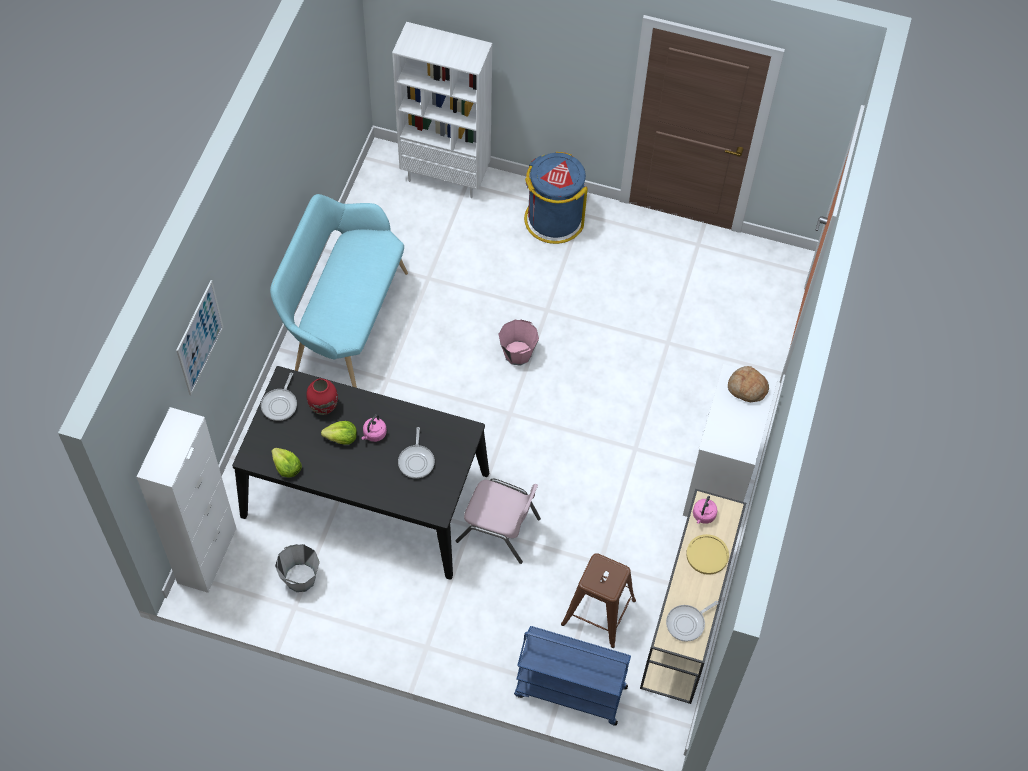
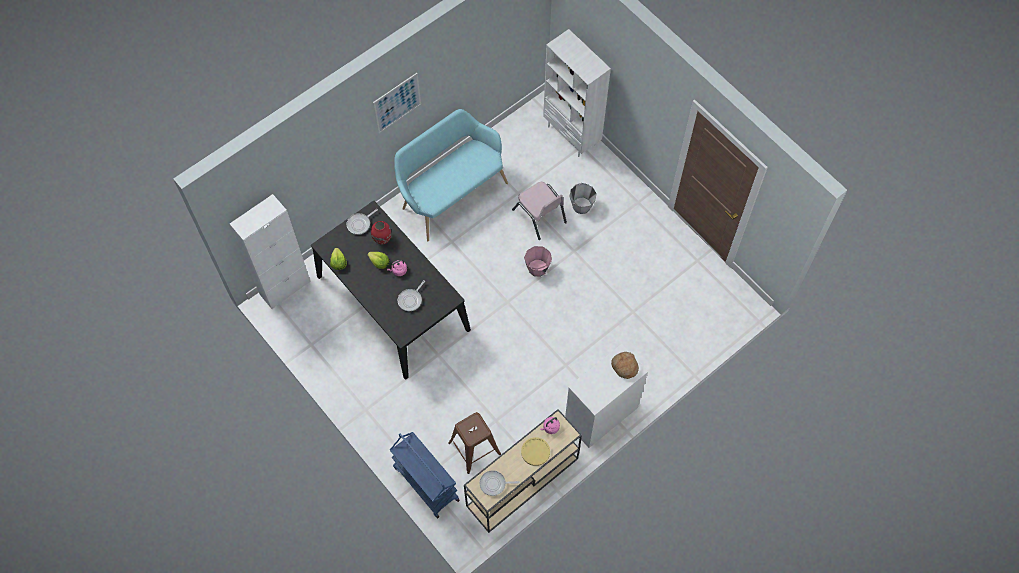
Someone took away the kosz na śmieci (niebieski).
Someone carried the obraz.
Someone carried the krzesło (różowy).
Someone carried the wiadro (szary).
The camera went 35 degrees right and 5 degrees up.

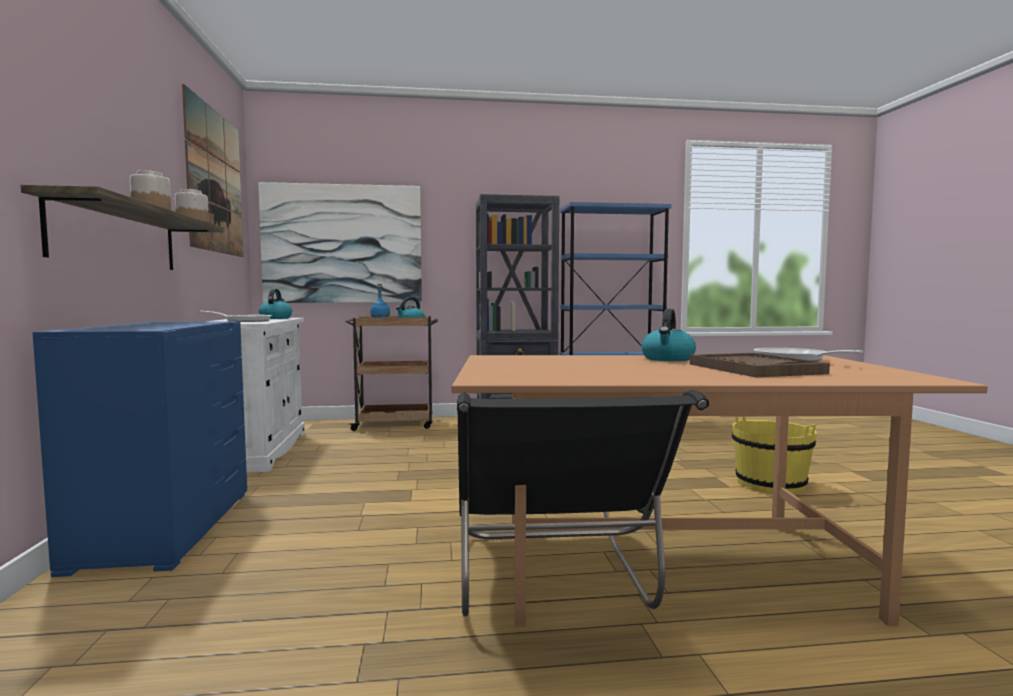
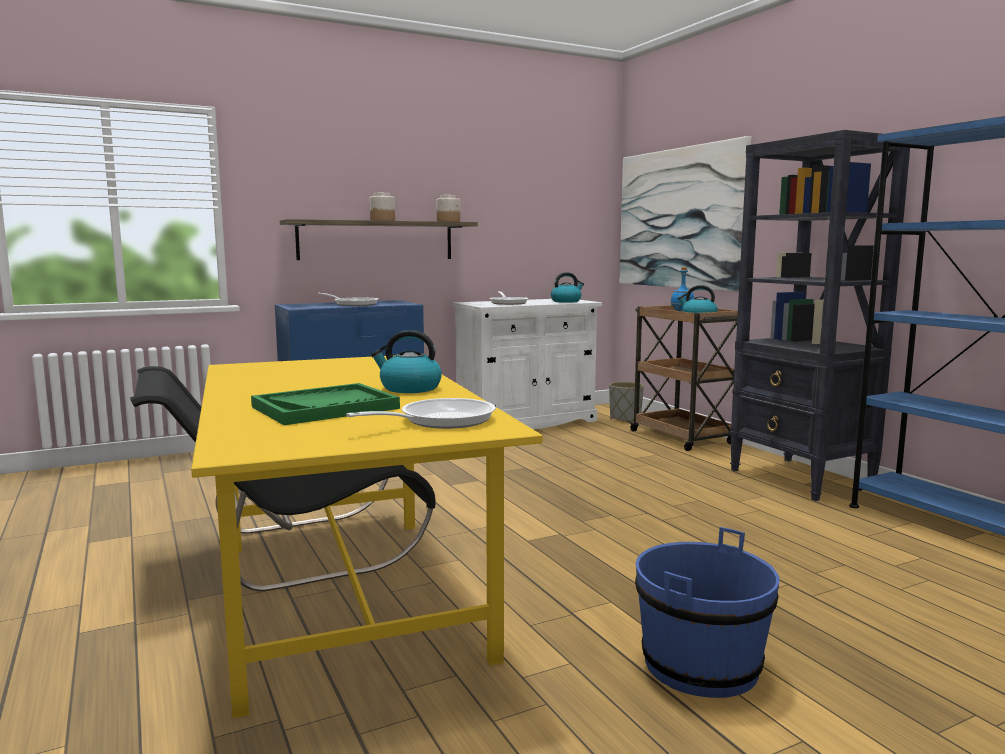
Someone took away the obraz (no. 1 from left).
Someone repainted the taca (brązowy), which became the taca (zielony).
Someone repainted the stół jadalny (brązowy), which became the stół jadalny (żółty).
Someone repainted the wiadro (żółty), which became the wiadro (niebieski).
Someone put down the patelnia (no. 1 from left).
Someone put down the donica (szary).
The camera went 70 degrees right and 5 degrees up.

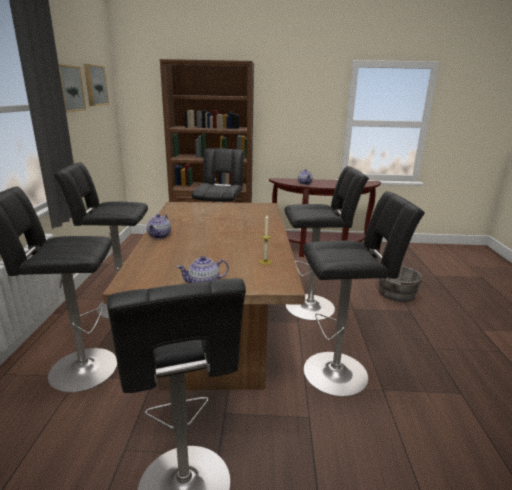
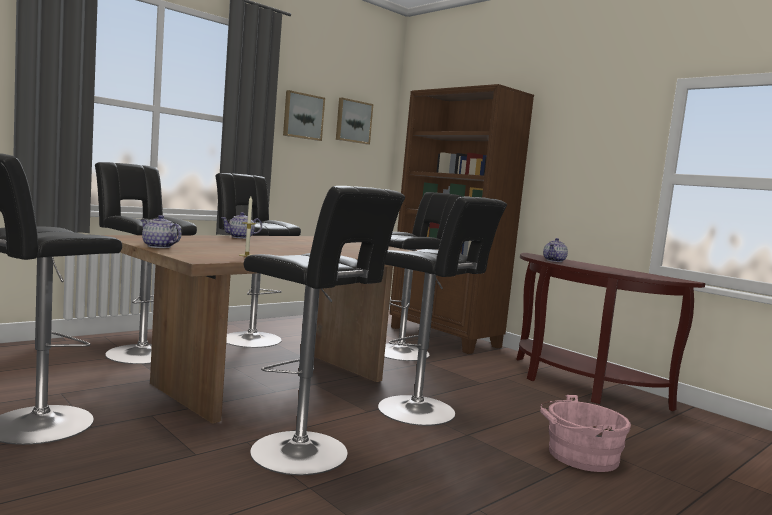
Someone repainted the wiadro (szary), which became the wiadro (różowy).
The camera went 45 degrees right and 15 degrees down.

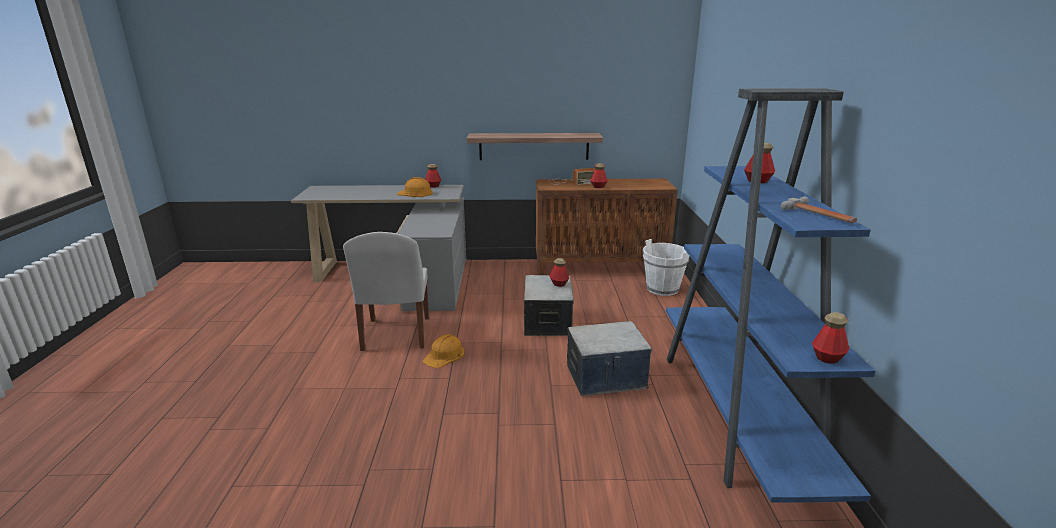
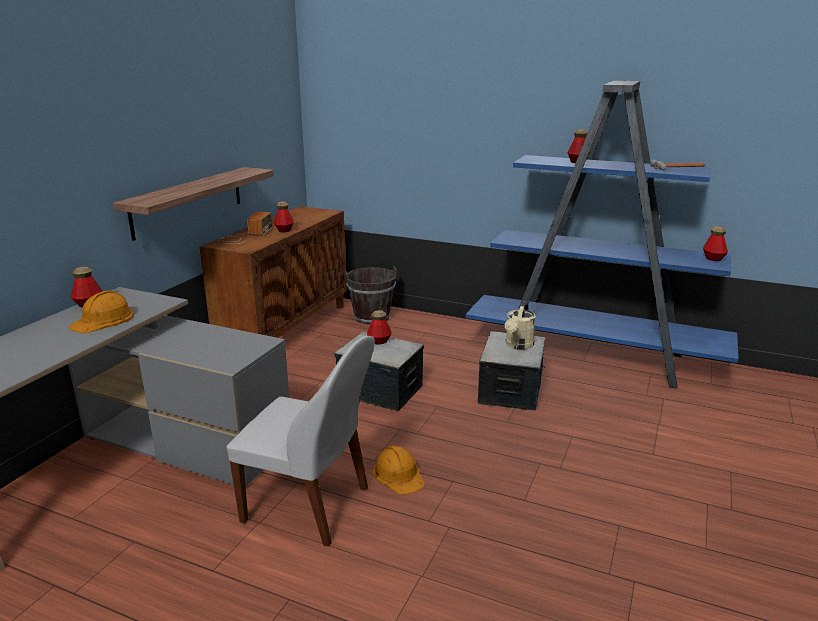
Someone repainted the wiadro (biały), which became the wiadro (brązowy).
Someone put down the konewka (beżowy).
The camera went 65 degrees left and 0 degrees up.

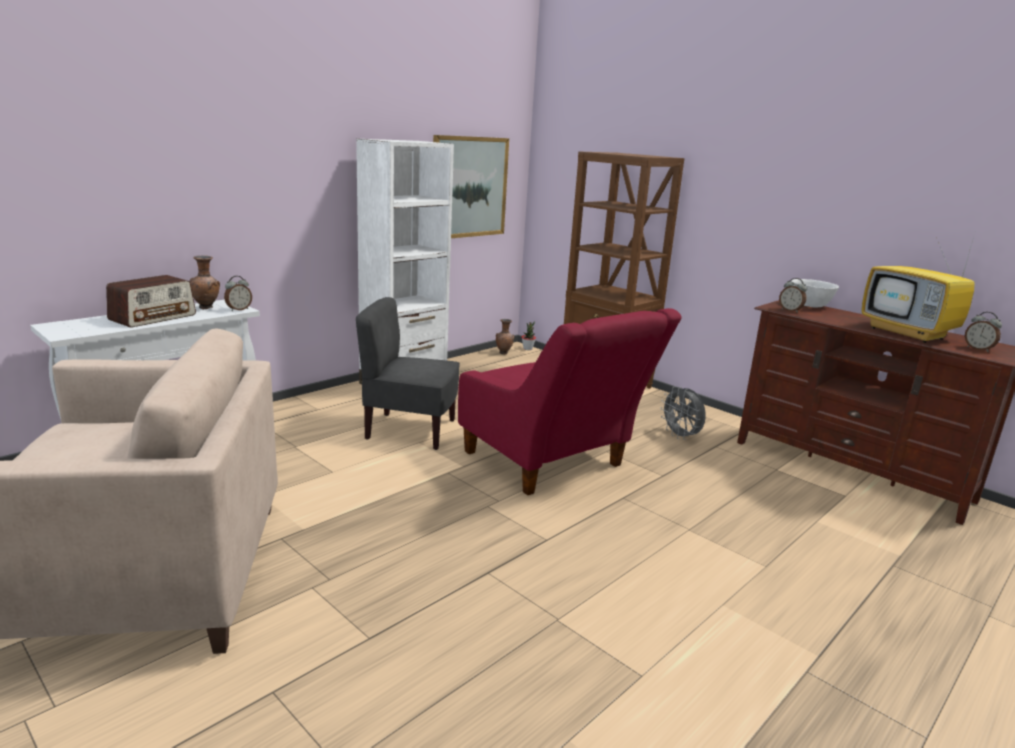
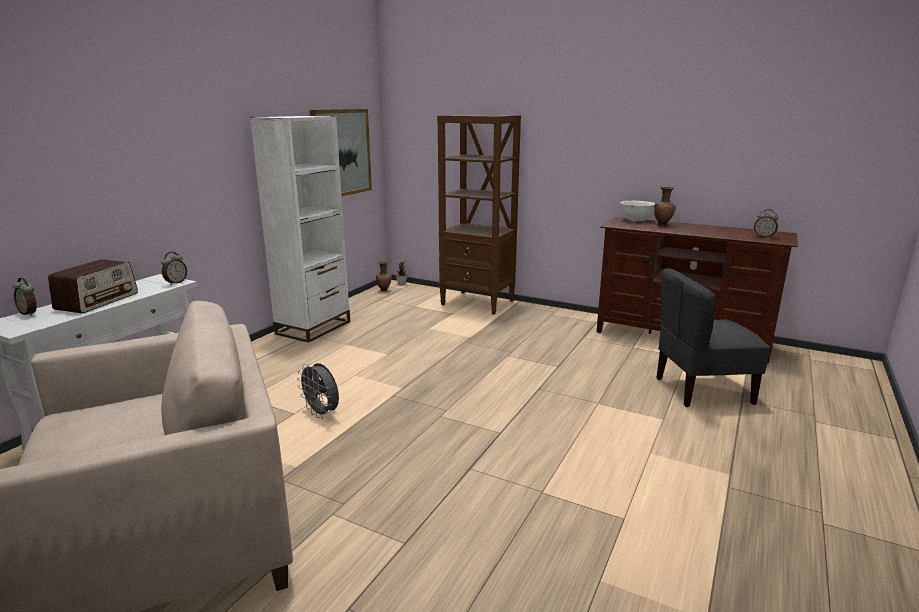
Someone took away the telewizor.
Someone carried the wazon (brązowy) (no. 1 from left in the first image).
Someone carried the budzik (no. 2 from left in the first image).
Someone carried the krzesło (szary).
Someone took away the fotel (czerwony).
Someone carried the wentylator (szary).
The camera went 15 degrees left and 0 degrees up.

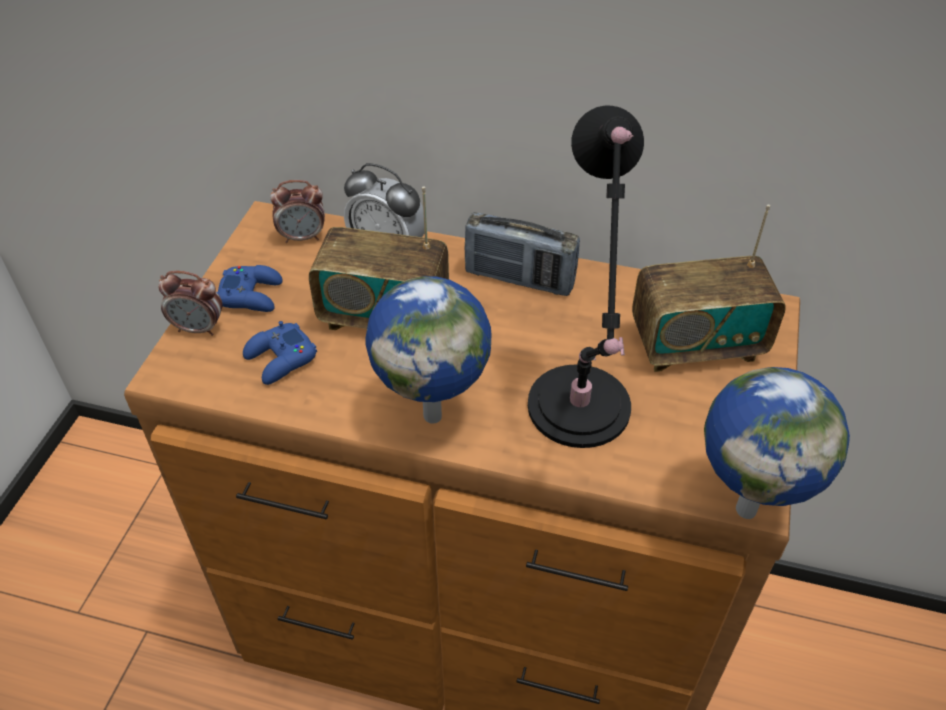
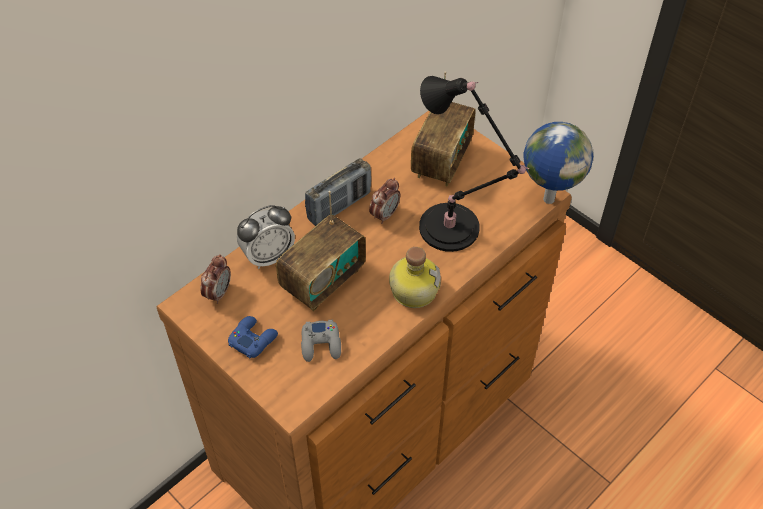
Someone carried the budzik (no. 1 from left in the first image).
Someone swapped the globus (no. 1 from left) for the butelka.
Someone repainted the pad do gier (niebieski) (no. 2 from left), which became the pad do gier (szary).
The camera went 60 degrees left and 5 degrees up.

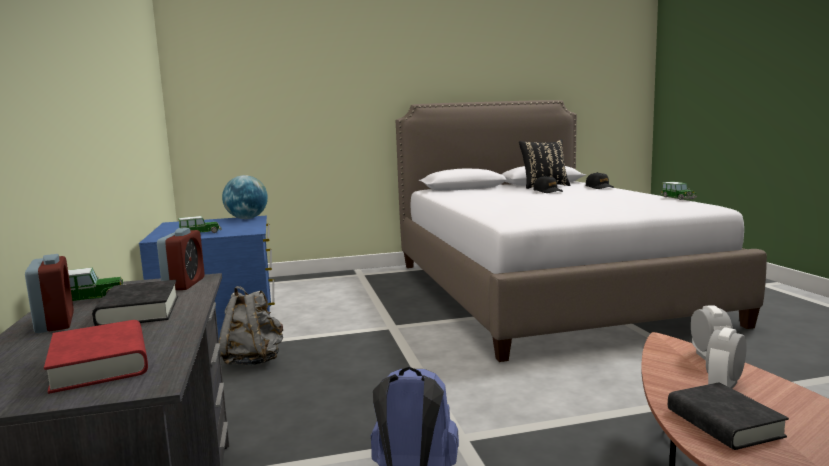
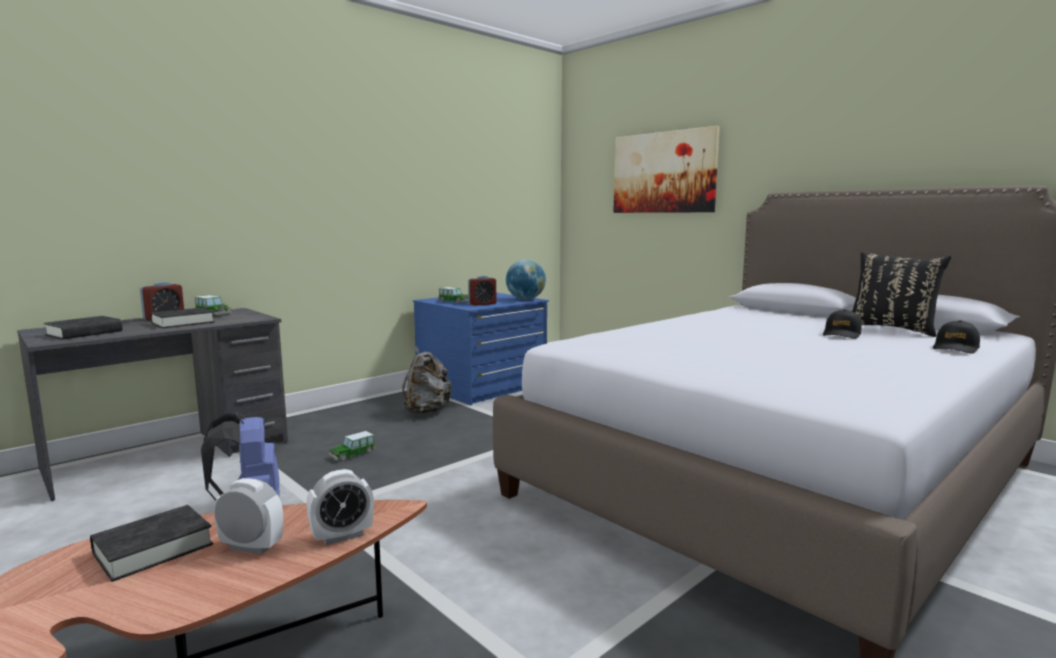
Someone carried the samochodzik (no. 3 from left in the first image).
Someone carried the budzik (no. 2 from left in the first image).
Someone repainted the książka (czerwony), which became the książka (czarny) (no. 1 from left).
Someone put up the obraz.
The camera went 60 degrees right and 0 degrees up.

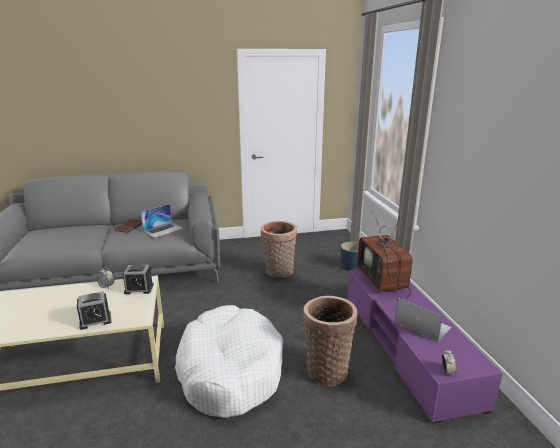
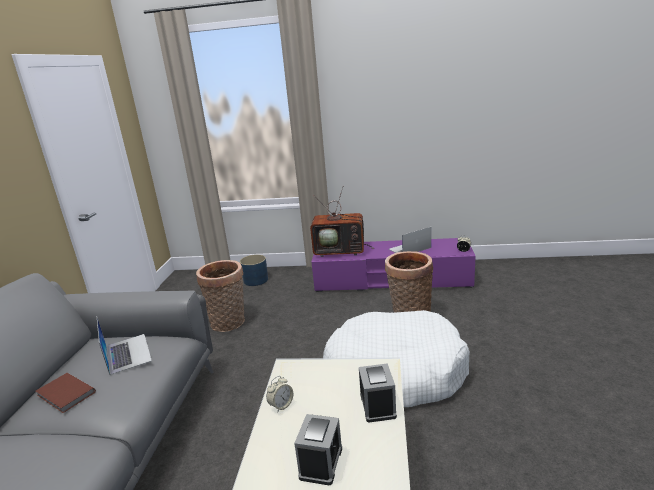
Someone carried the budzik (no. 3 from left in the first image).
The camera went 70 degrees left and 0 degrees up.

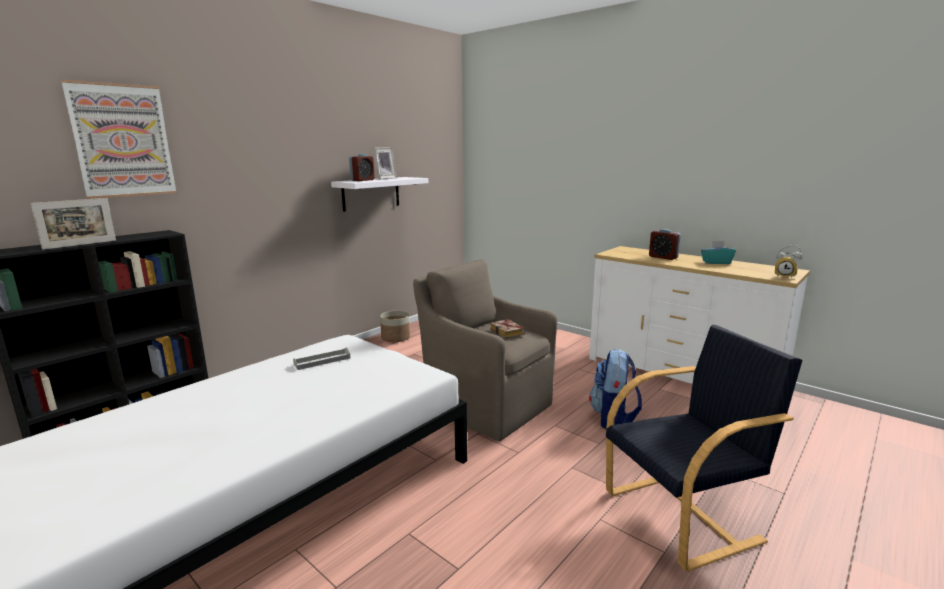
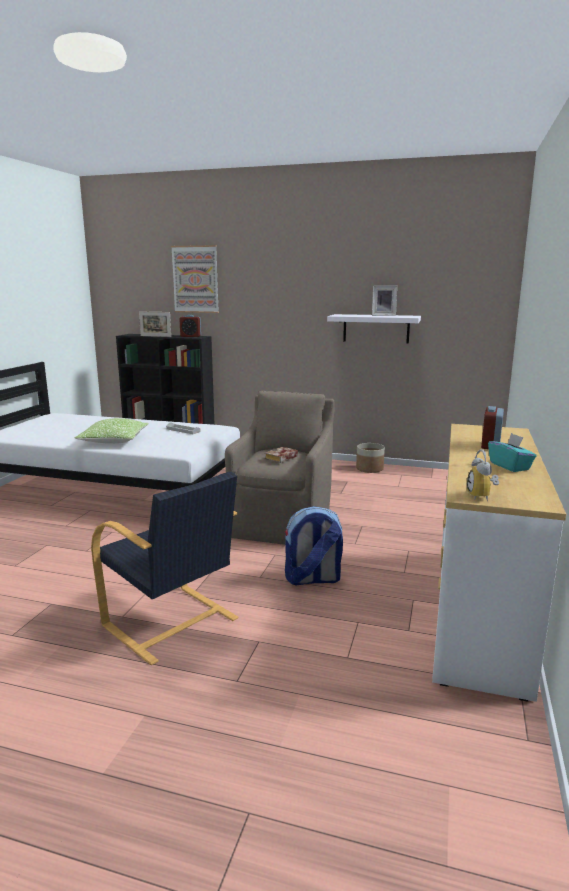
Someone carried the budzik (no. 1 from left).
Someone put down the poduszka.
The camera went 65 degrees right and 0 degrees up.

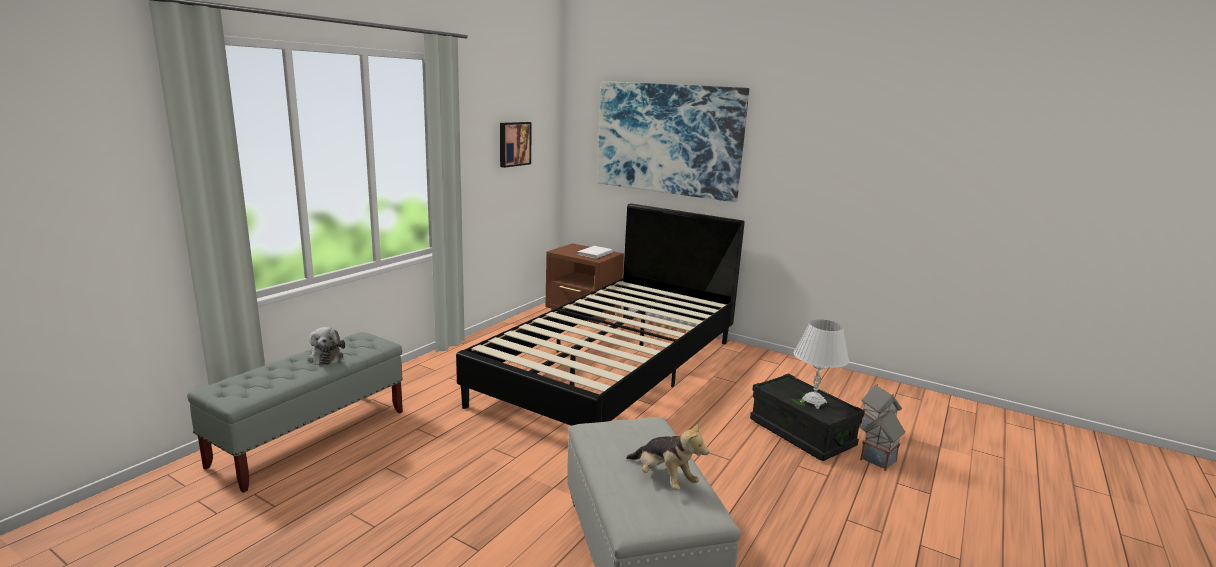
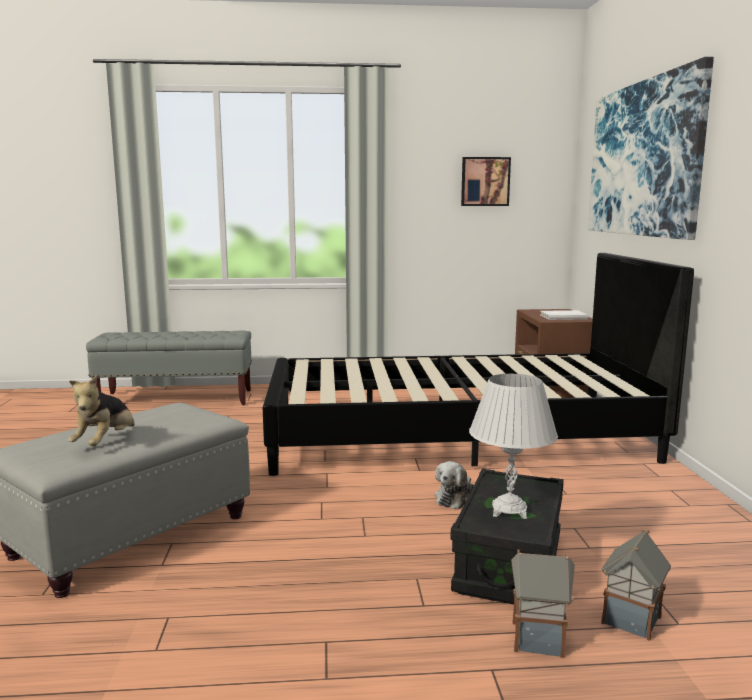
Someone carried the pluszak (no. 1 from left in the first image).
The camera went 55 degrees right and 5 degrees down.

